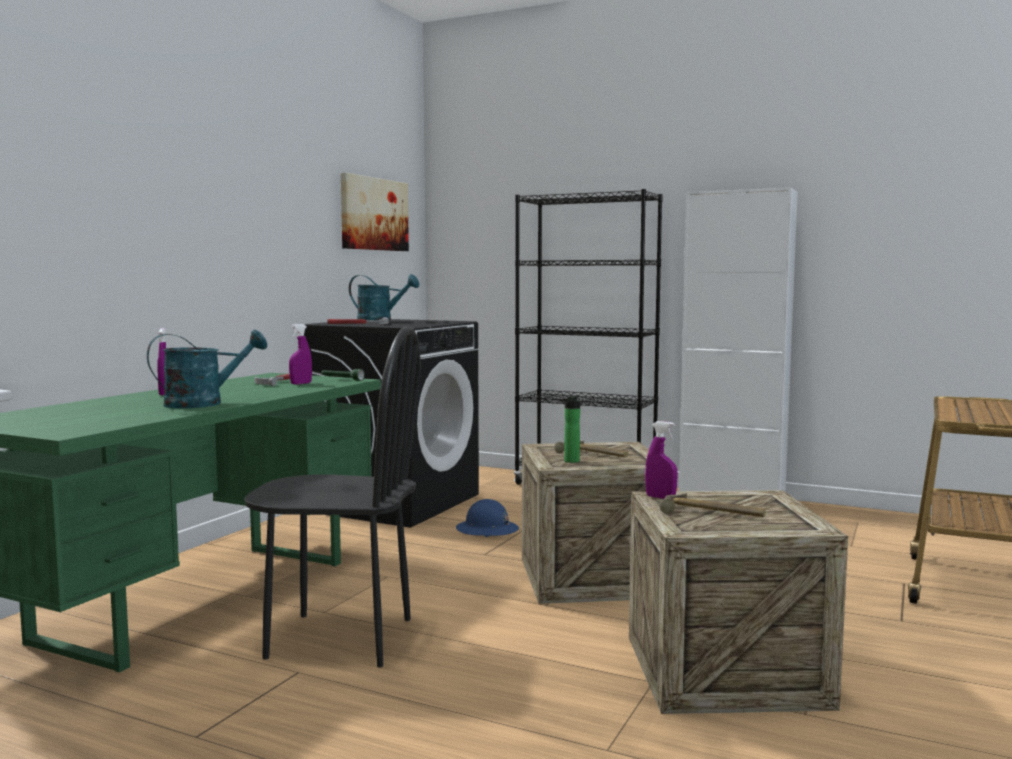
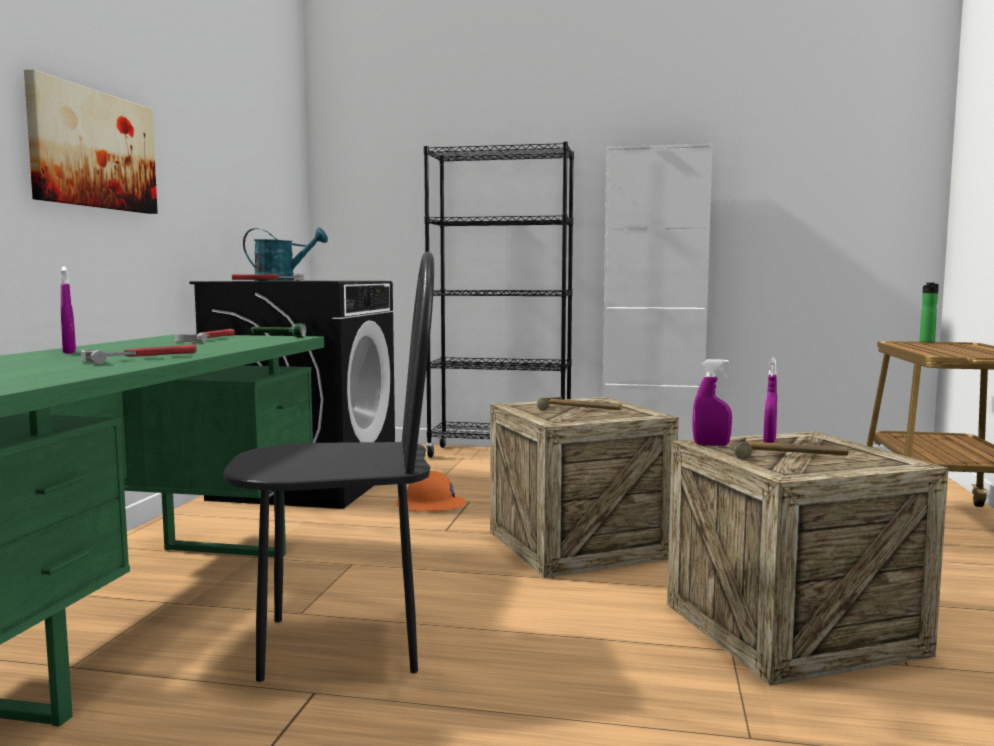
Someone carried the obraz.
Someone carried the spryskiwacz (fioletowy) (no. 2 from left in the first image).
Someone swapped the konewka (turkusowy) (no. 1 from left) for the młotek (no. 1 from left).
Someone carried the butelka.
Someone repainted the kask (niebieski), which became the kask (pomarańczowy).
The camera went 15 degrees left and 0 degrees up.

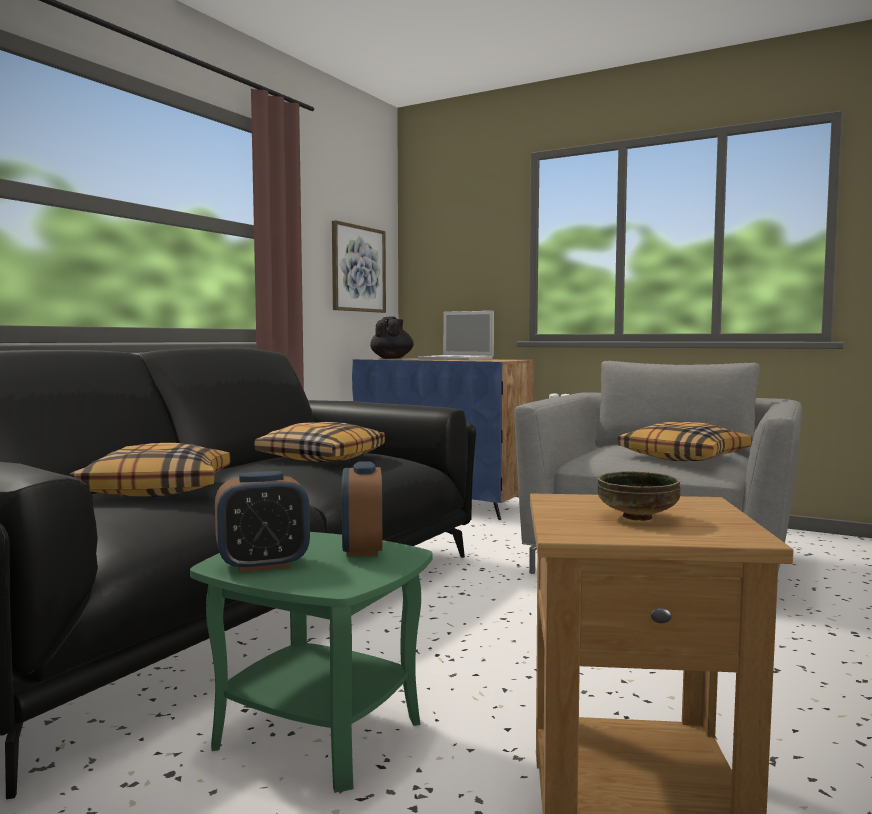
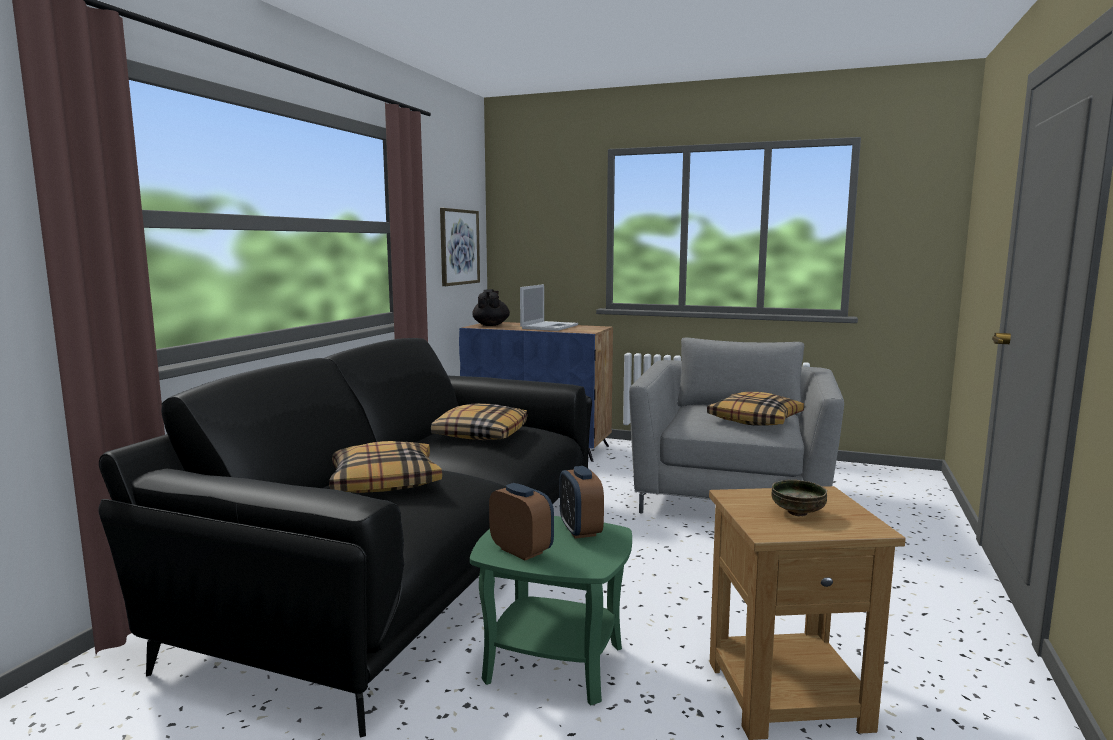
Someone rotated the laptop by 90 degrees counterclockwise.
Someone rotated the budzik (no. 1 from left) by 105 degrees counterclockwise.
The camera went 10 degrees left and 5 degrees up.

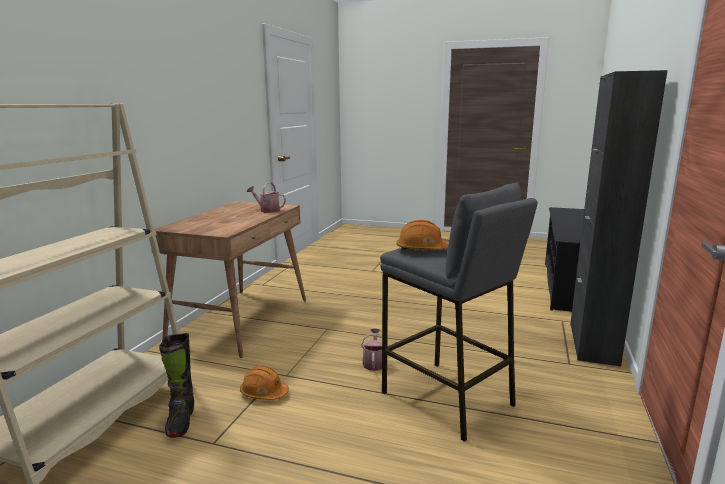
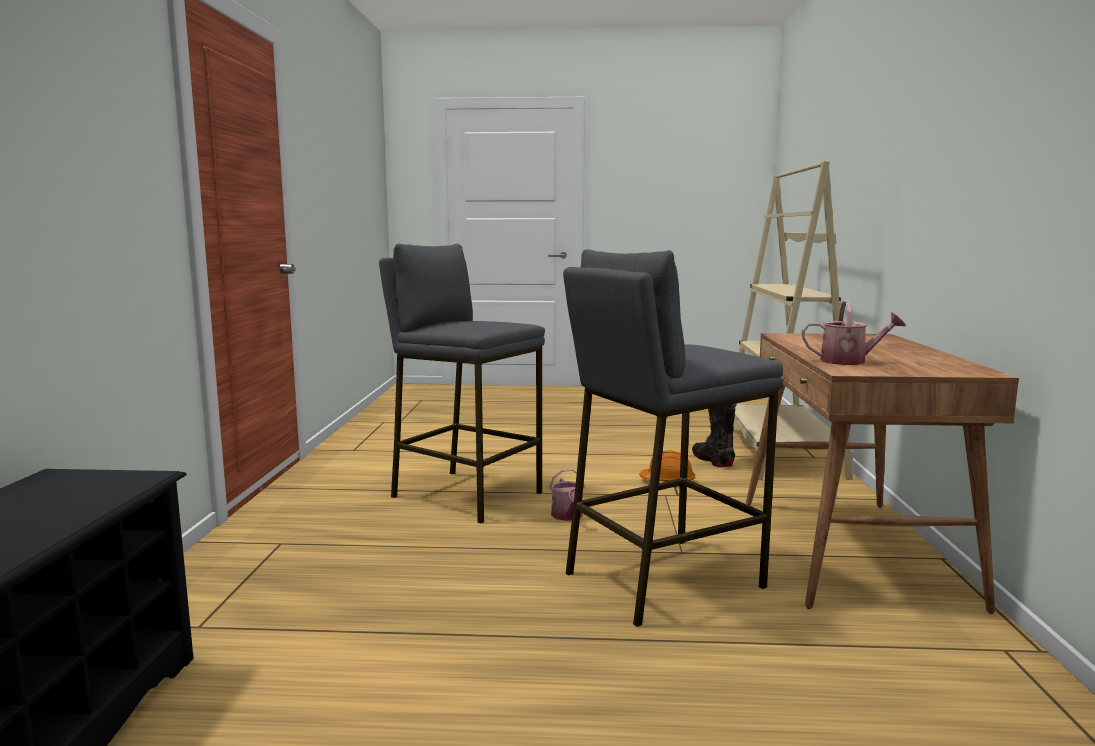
Someone took away the szafka (czarny).
Someone took away the kask (pomarańczowy) (no. 2 from left).
Someone put down the stołek (szary) (no. 2 from left).
The camera went 165 degrees right and 5 degrees down.

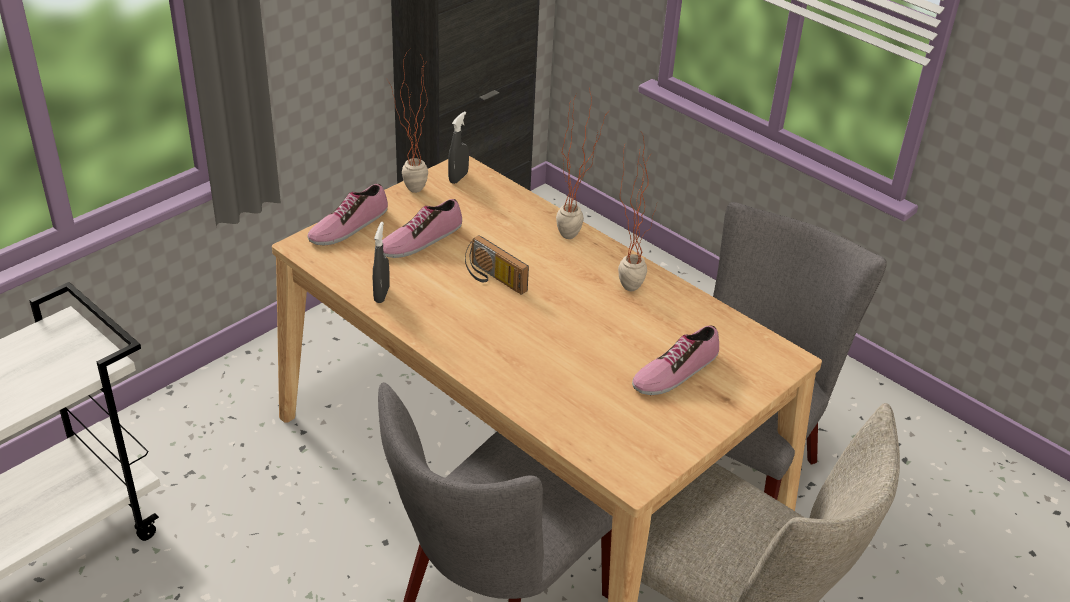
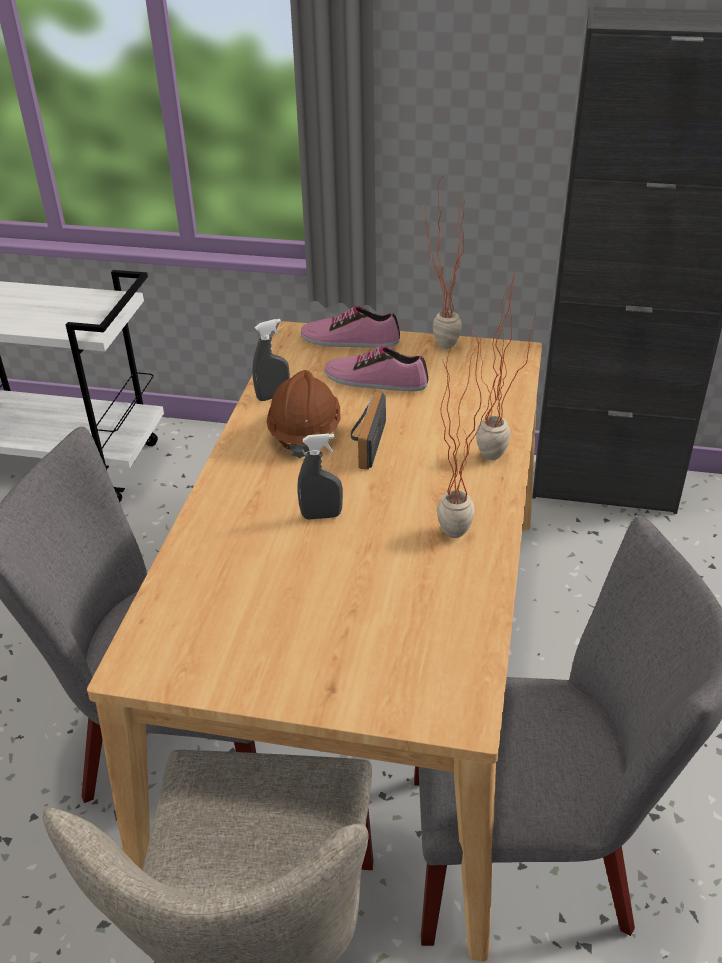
Someone carried the spryskiwacz (szary) (no. 2 from left).
Someone took away the but (no. 3 from left).
Someone put down the kask (brązowy).
The camera went 60 degrees right and 0 degrees up.

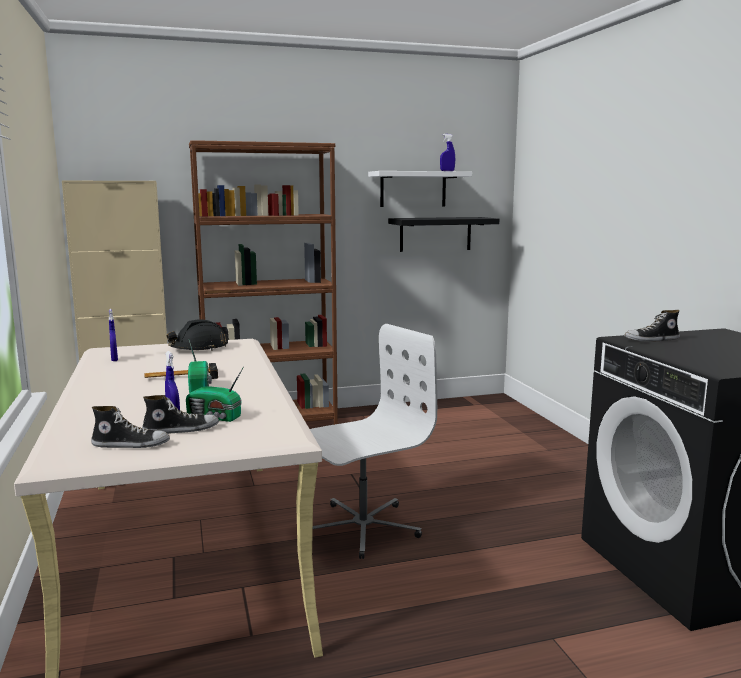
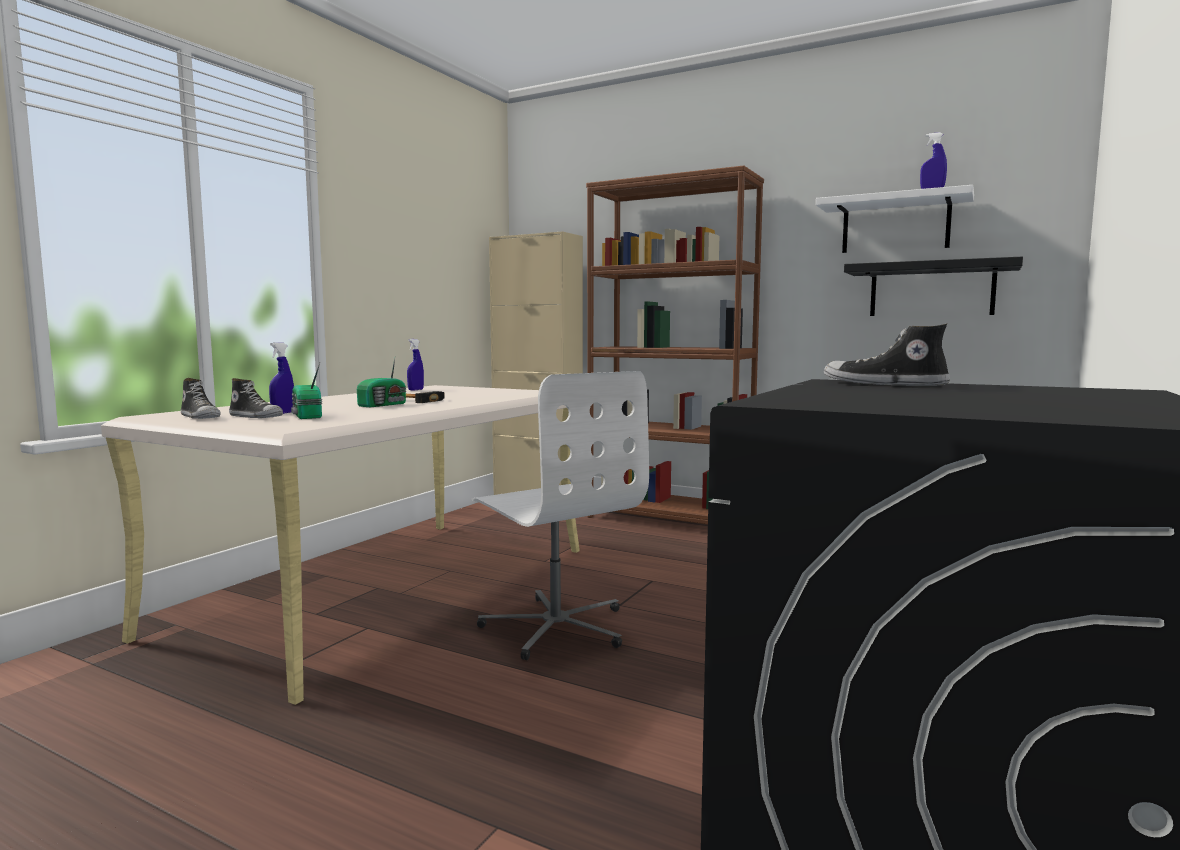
Someone took away the kask (czarny).
Someone rotated the krzesło biurowe (biały) by 45 degrees clockwise.
The camera went 45 degrees right and 5 degrees down.

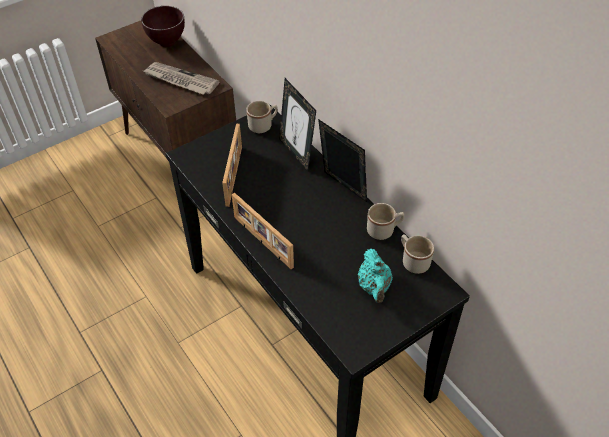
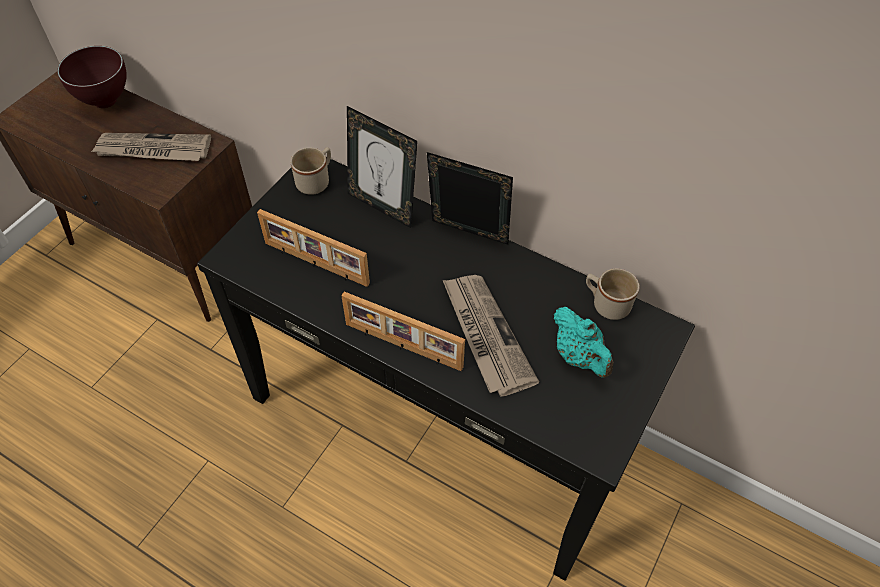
Someone rotated the ramka na zdjęcie (no. 1 from left) by 135 degrees clockwise.
Someone took away the kubek (beżowy) (no. 2 from left).
Someone put down the gazeta (no. 2 from left).
The camera went 25 degrees left and 5 degrees up.

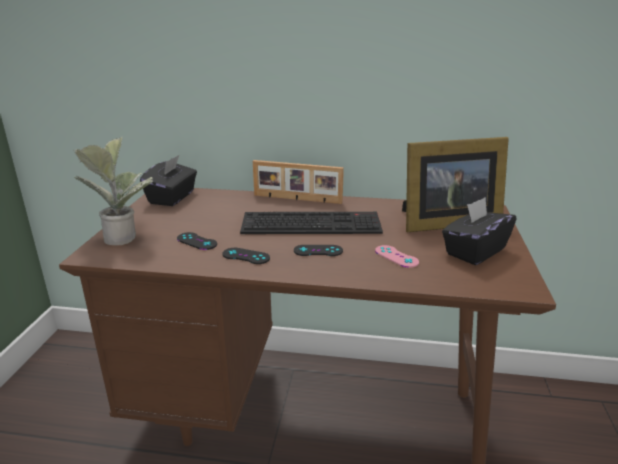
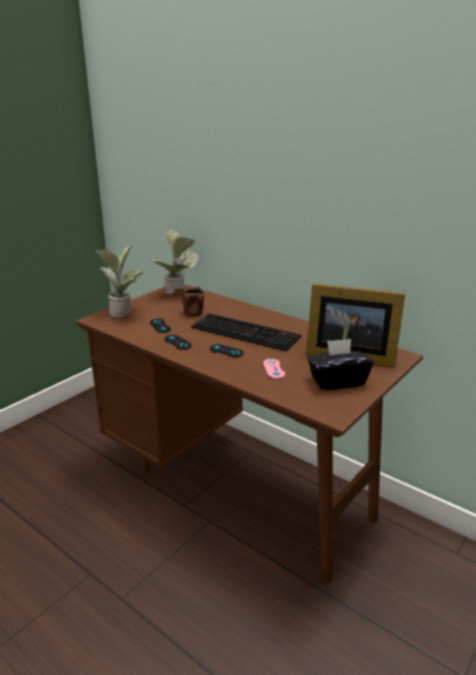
Someone swapped the pudełko chusteczek (czarny) (no. 1 from left) for the roślina doniczkowa (no. 2 from left).
Someone took away the ramka na zdjęcie (no. 1 from left).
Someone put down the kubek (brązowy).
The camera went 30 degrees right and 0 degrees up.

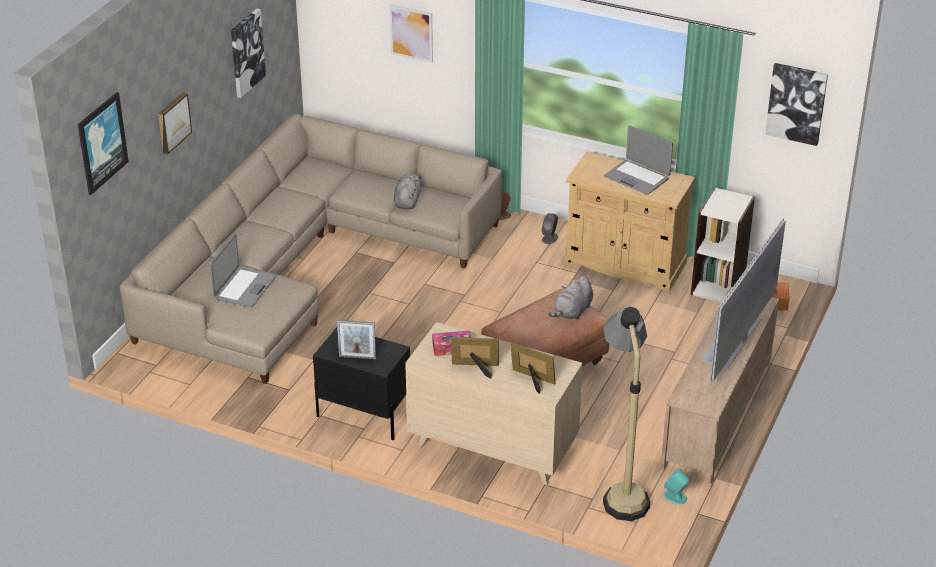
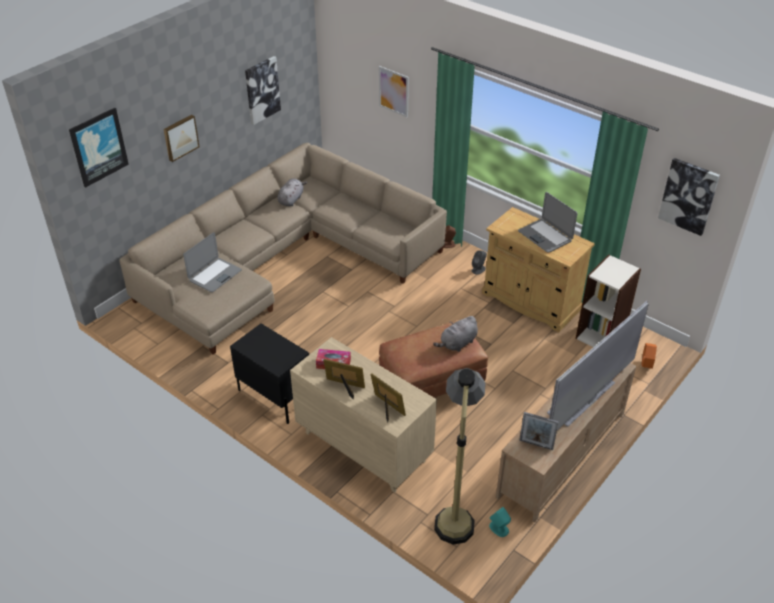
Someone carried the pluszak (szary) (no. 1 from left).
Someone carried the ramka na zdjęcie (no. 1 from left in the first image).
The camera went 15 degrees right and 5 degrees up.

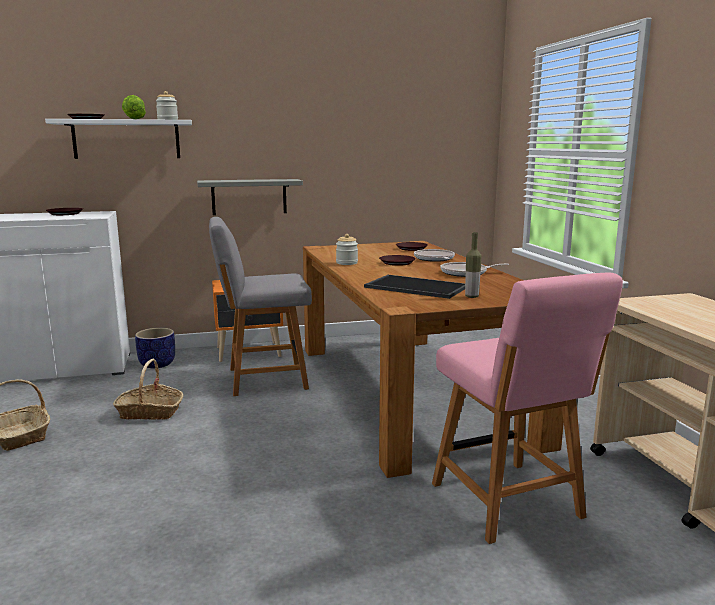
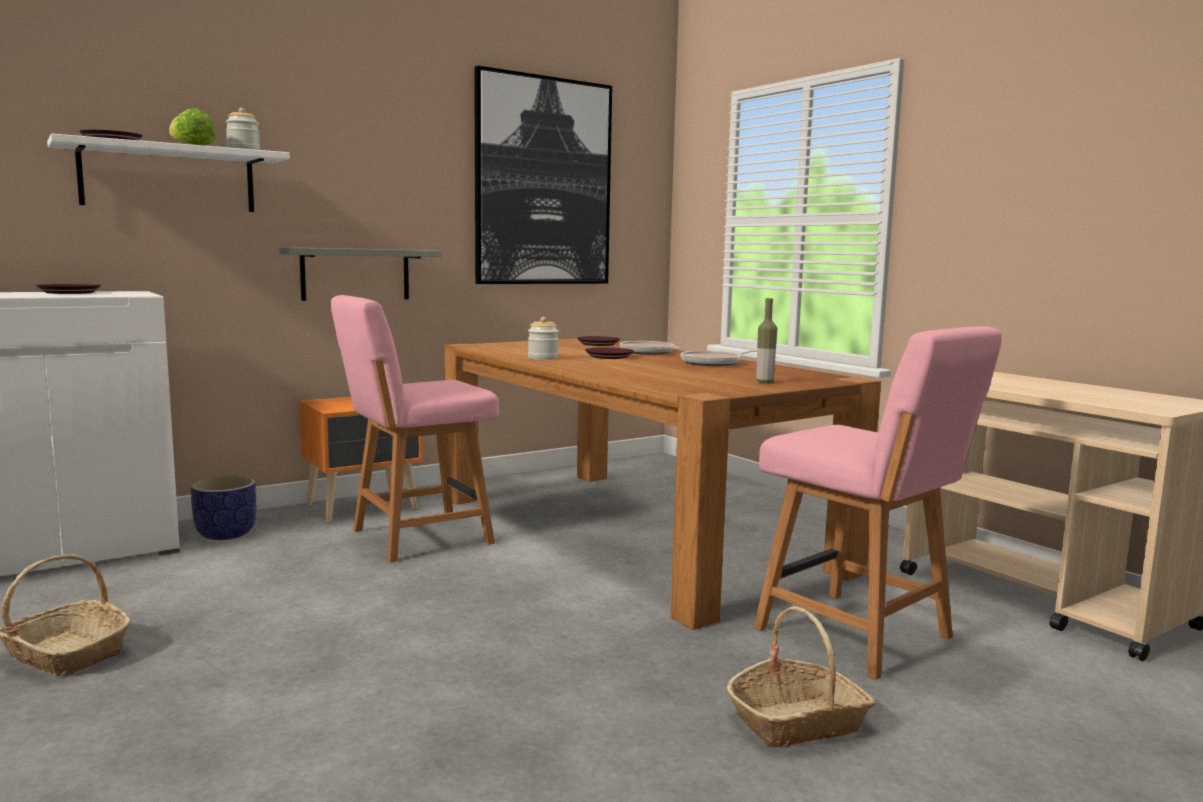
Someone repainted the krzesło (szary), which became the krzesło (różowy) (no. 1 from left).
Someone took away the taca.
Someone carried the koszyk (no. 2 from left).
Someone put up the obraz.
The camera went 20 degrees left and 5 degrees down.

